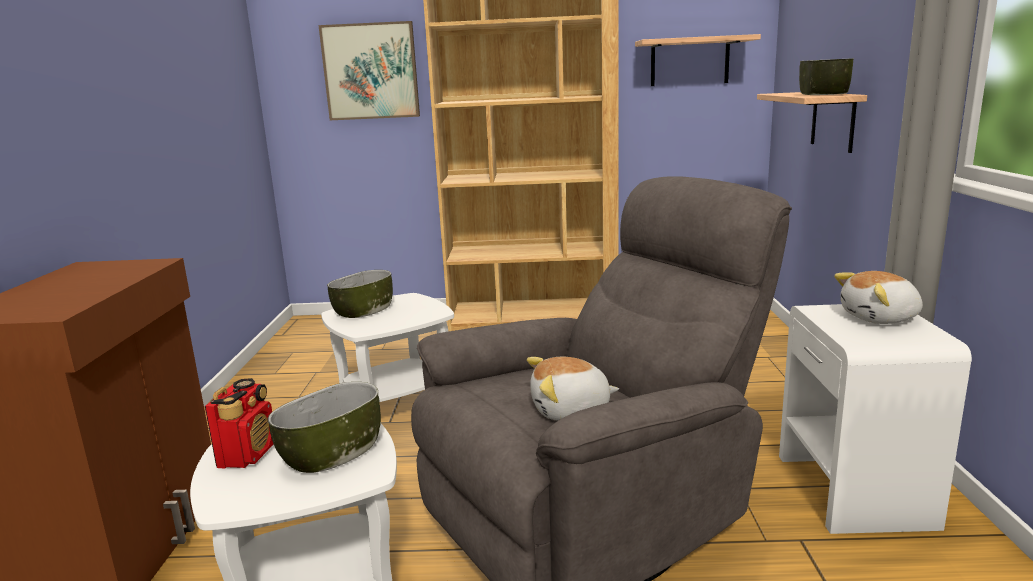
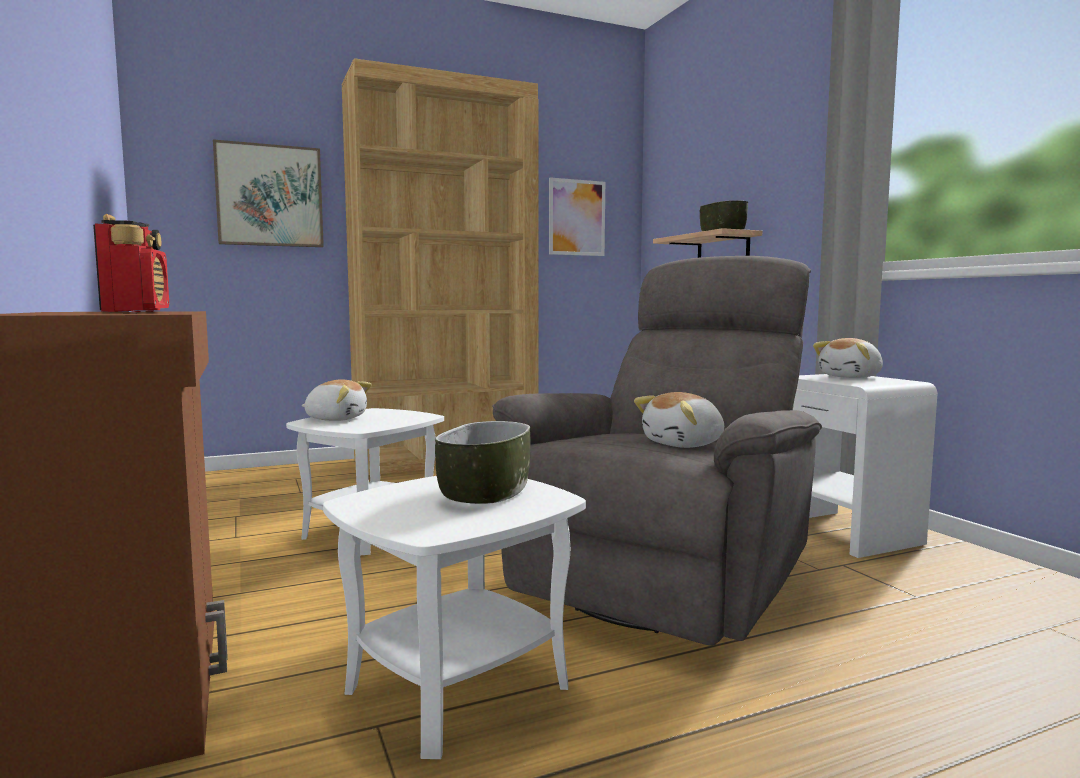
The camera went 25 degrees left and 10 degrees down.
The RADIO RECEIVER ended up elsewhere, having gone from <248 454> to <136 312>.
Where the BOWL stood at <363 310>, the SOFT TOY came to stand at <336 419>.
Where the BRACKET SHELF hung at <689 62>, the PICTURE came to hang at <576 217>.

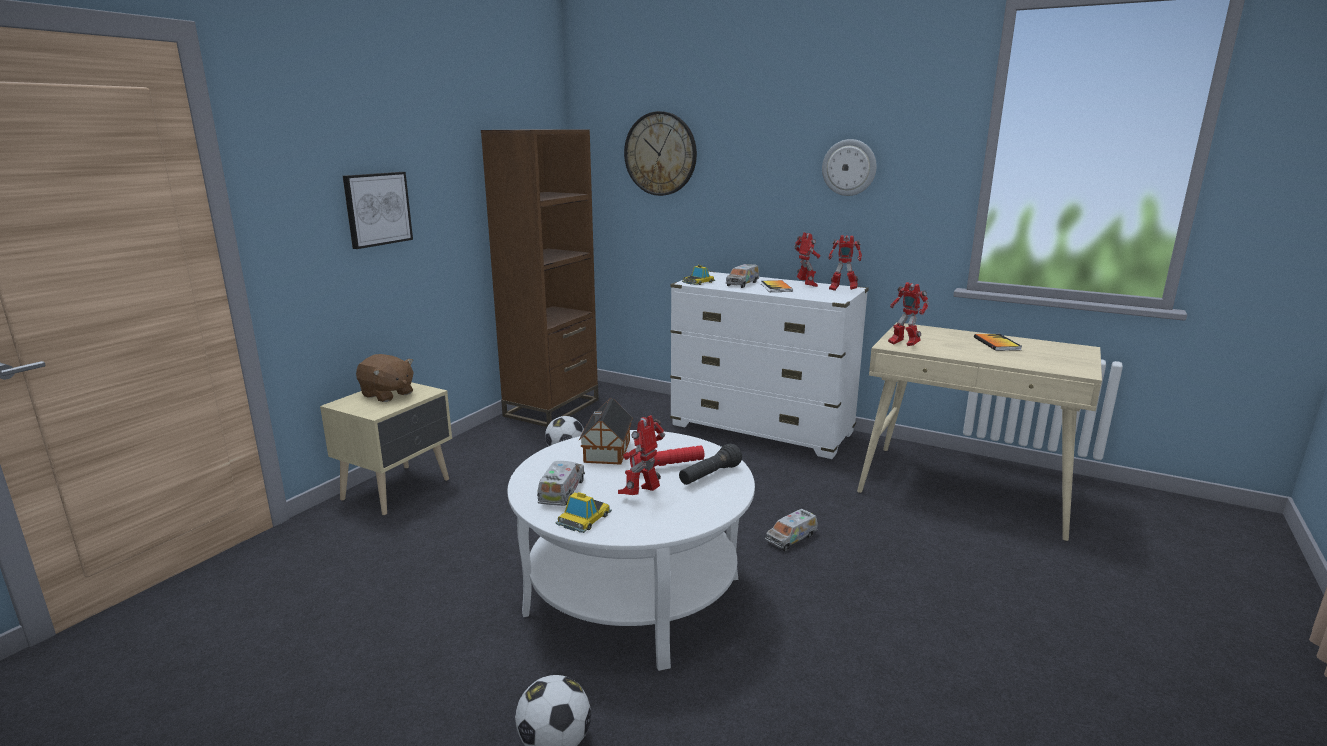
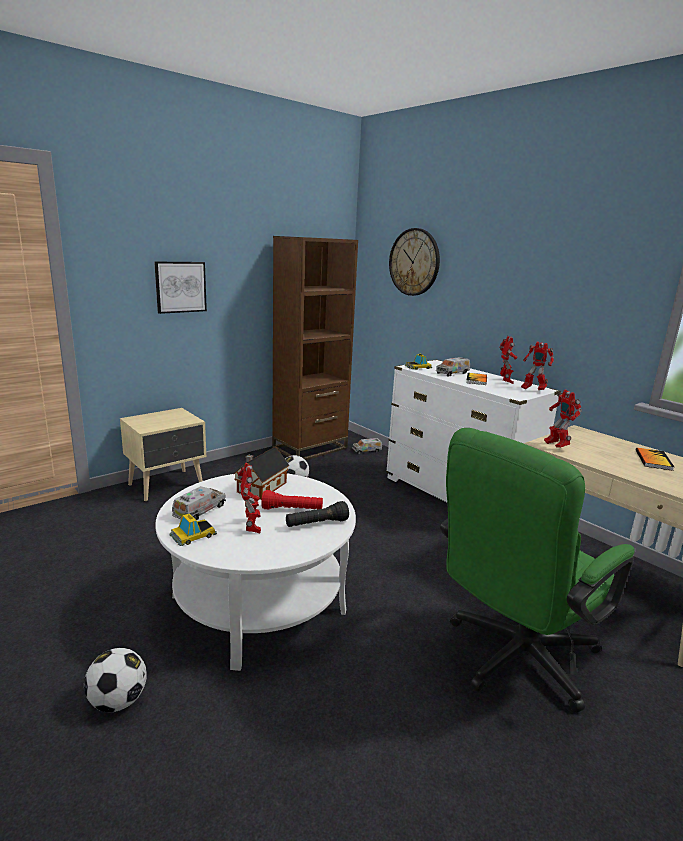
The camera went 20 degrees right and 0 degrees up.
The second view lost the BROWN SOFT TOY at <387 394>.
The second view lost the WALL CLOCK at <849 167>.
The second view gained the GREEN DESK CHAIR at <512 659>.
The MODEL TRUCK ended up elsewhere, having gone from <791 538> to <367 450>.
The TOY ROBOT at <642 495> ended up facing another way, 105 degrees clockwise from before.

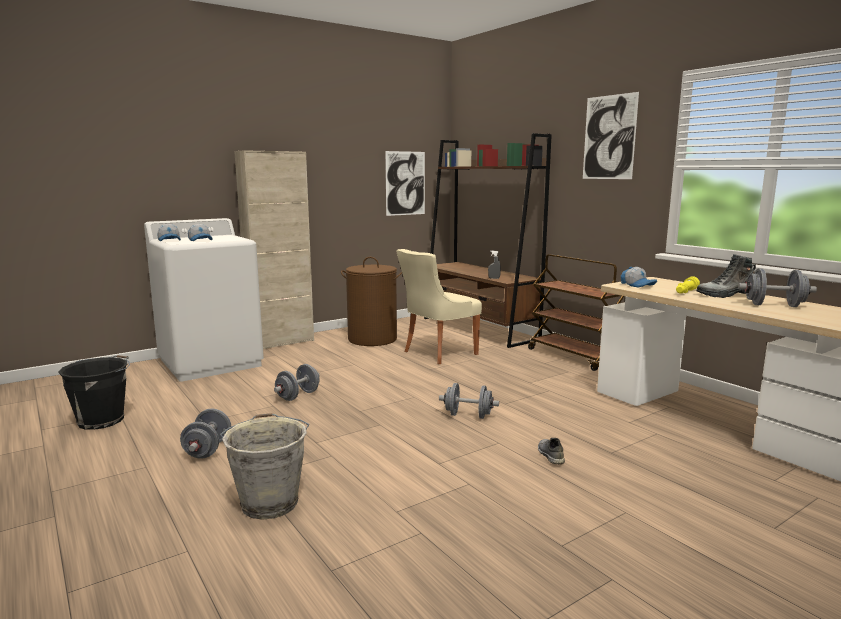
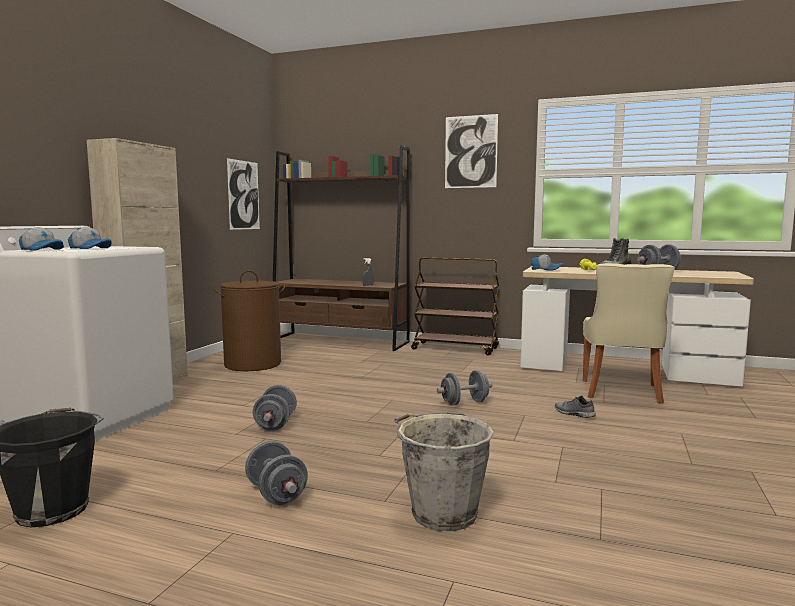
The camera went 35 degrees left and 5 degrees down.
The SAND-COLOURED CHAIR ended up elsewhere, having gone from <437 353> to <621 392>.

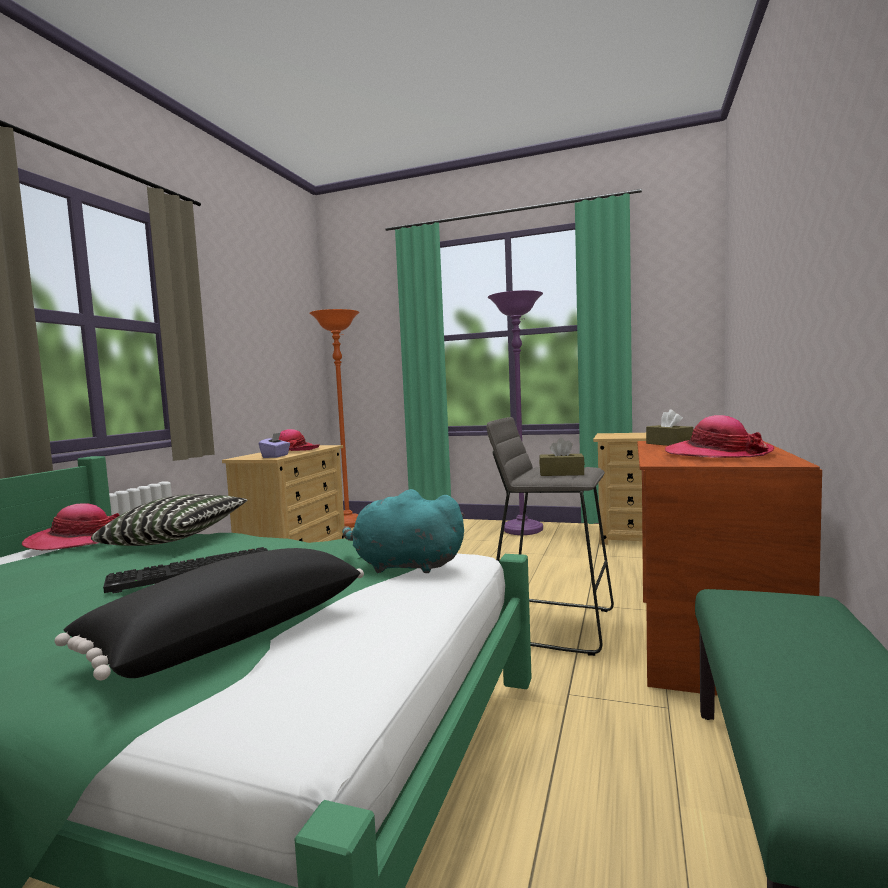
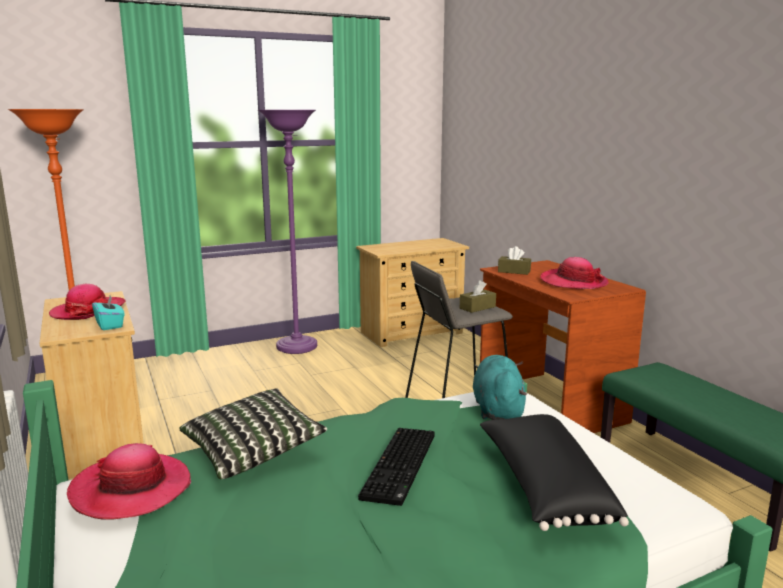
The camera went 45 degrees left and 10 degrees up.
What was the PURPLE BOX OF TISSUES at <276 456> turned into the BLUE-GREEN BOX OF TISSUES at <110 325>.
The BLUE-GREEN SOFT TOY at <403 566> ended up facing another way, 120 degrees clockwise from before.

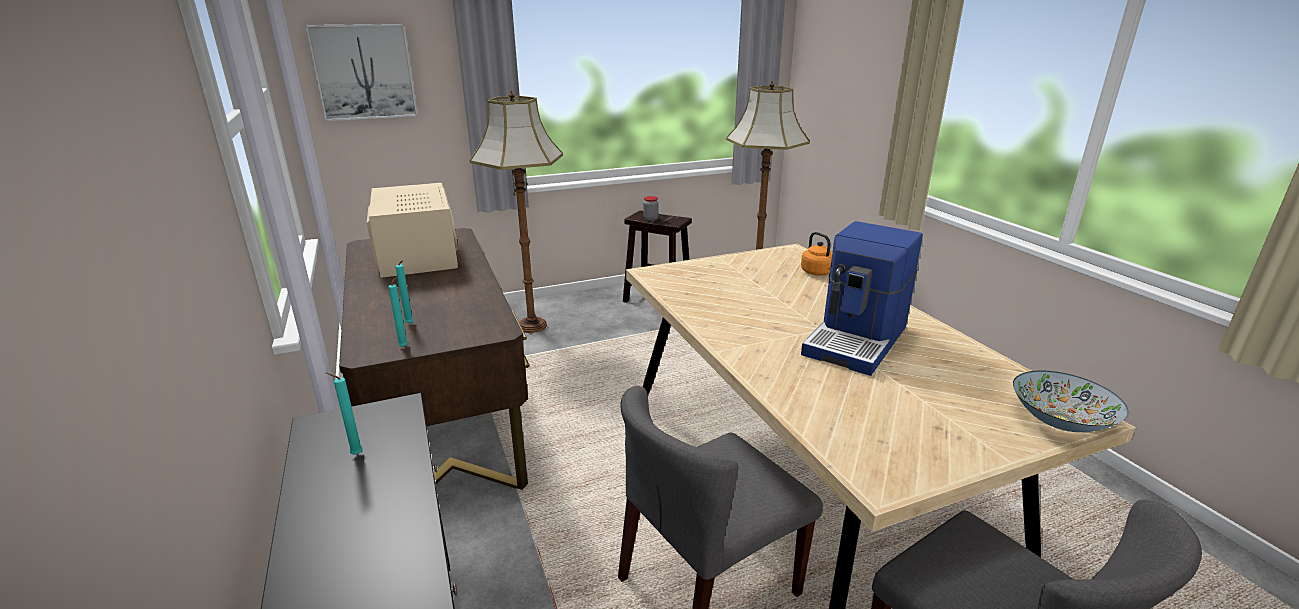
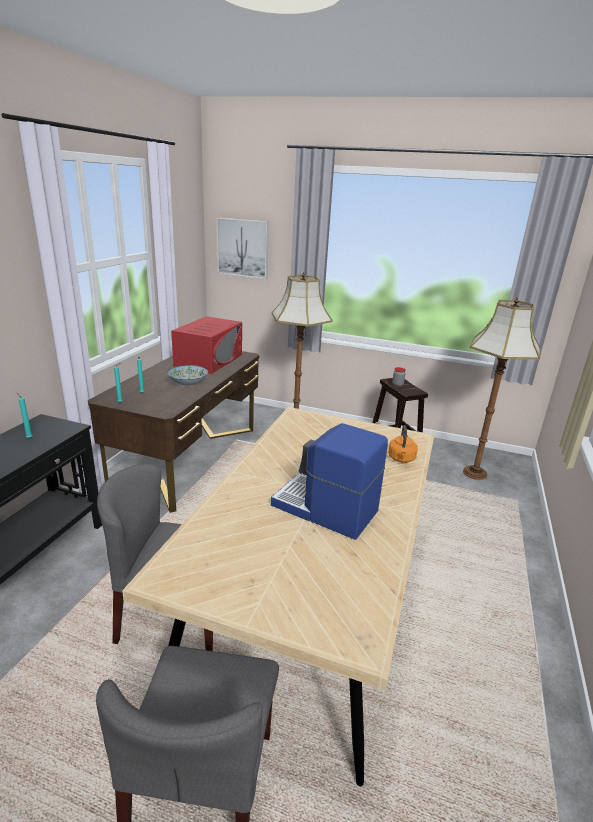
The camera went 40 degrees right and 0 degrees up.
The BOWL ended up elsewhere, having gone from <1060 421> to <188 383>.
What was the SAND-COLOURED KITCHEN MICROWAVE at <417 254> turned into the RED-COLOURED KITCHEN MICROWAVE at <209 360>.
The COFFEE MAKER at <857 340> ended up facing another way, 45 degrees clockwise from before.

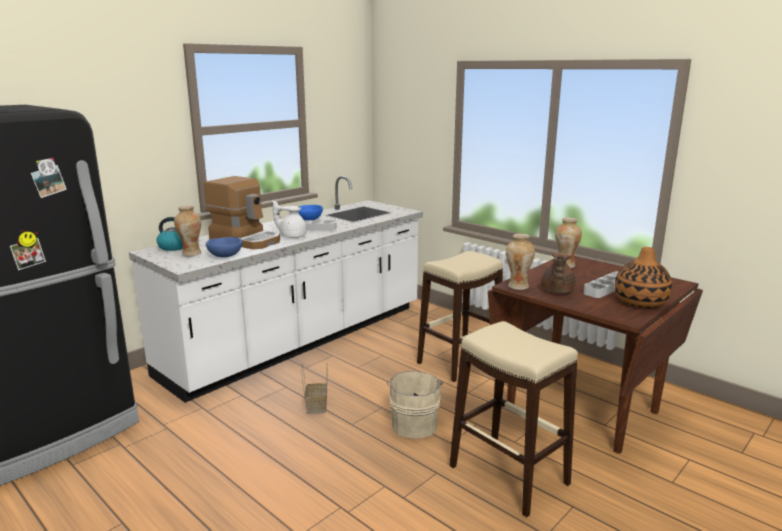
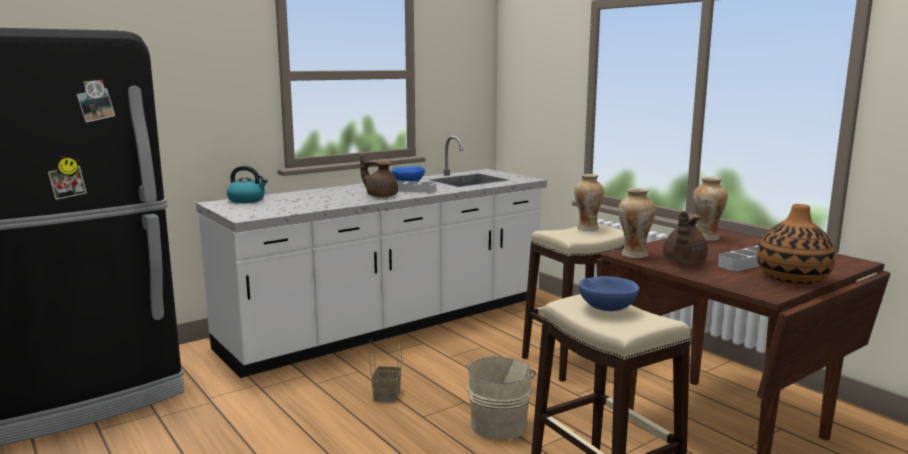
The camera went 10 degrees right and 5 degrees down.
The second view lost the COFFEE MAKER at <246 240>.
The FLOWER VASE ended up elsewhere, having gone from <191 254> to <587 228>.
The BLUE BOWL ended up elsewhere, having gone from <225 256> to <608 308>.
What was the WHITE-COLOURED TEAPOT at <292 236> turned into the BROWN TEAPOT at <381 196>.

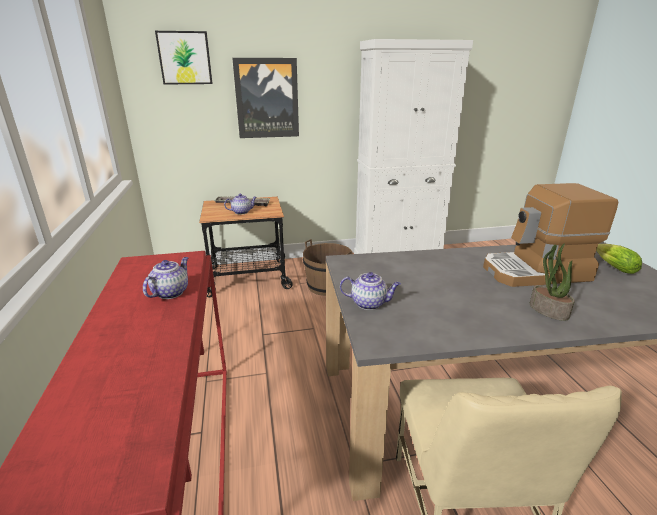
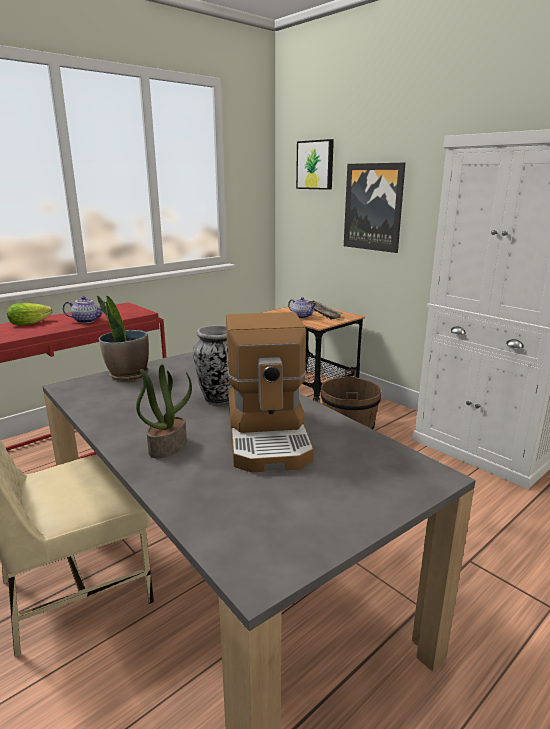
The camera went 60 degrees right and 5 degrees down.
The second view gained the FLOWER VASE at <219 399>.
The LETTUCE ended up elsewhere, having gone from <612 266> to <32 322>.
Where the TEAPOT stood at <369 303>, the POTTED PLANT came to stand at <128 375>.
The COFFEE MAKER at <536 272> ended up facing another way, 150 degrees counterclockwise from before.

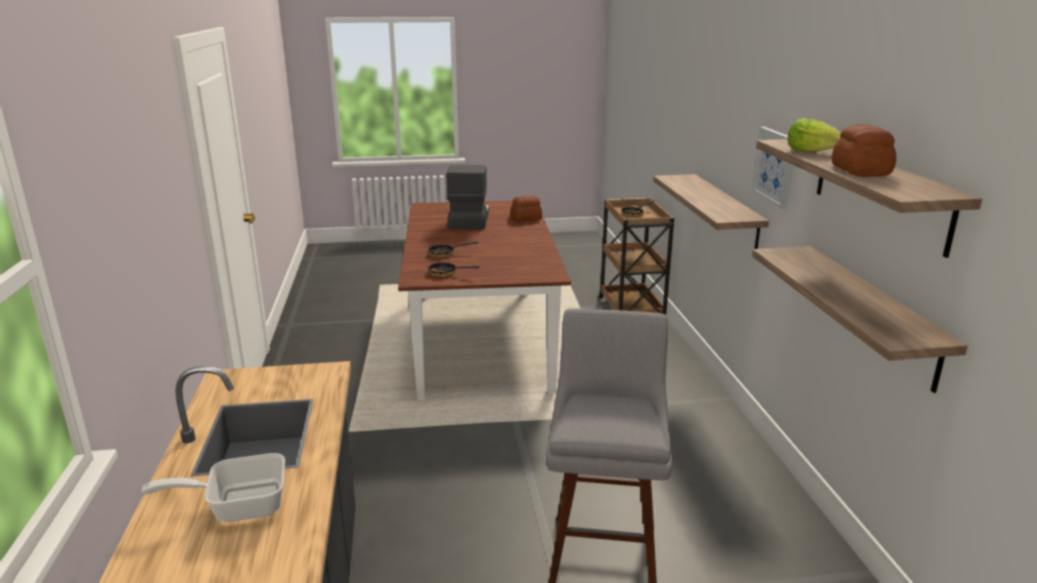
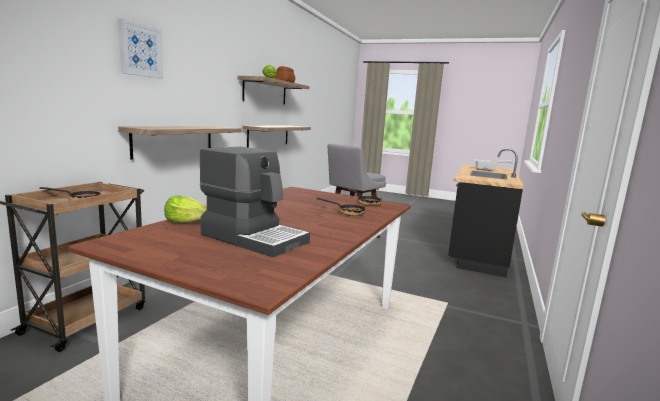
The camera went 150 degrees left and 10 degrees down.
The PICTURE ended up elsewhere, having gone from <775 167> to <140 50>.
Where the BREAD stood at <526 219>, the LETTUCE came to stand at <187 222>.
The COFFEE MAKER at <468 220> ended up facing another way, 90 degrees counterclockwise from before.

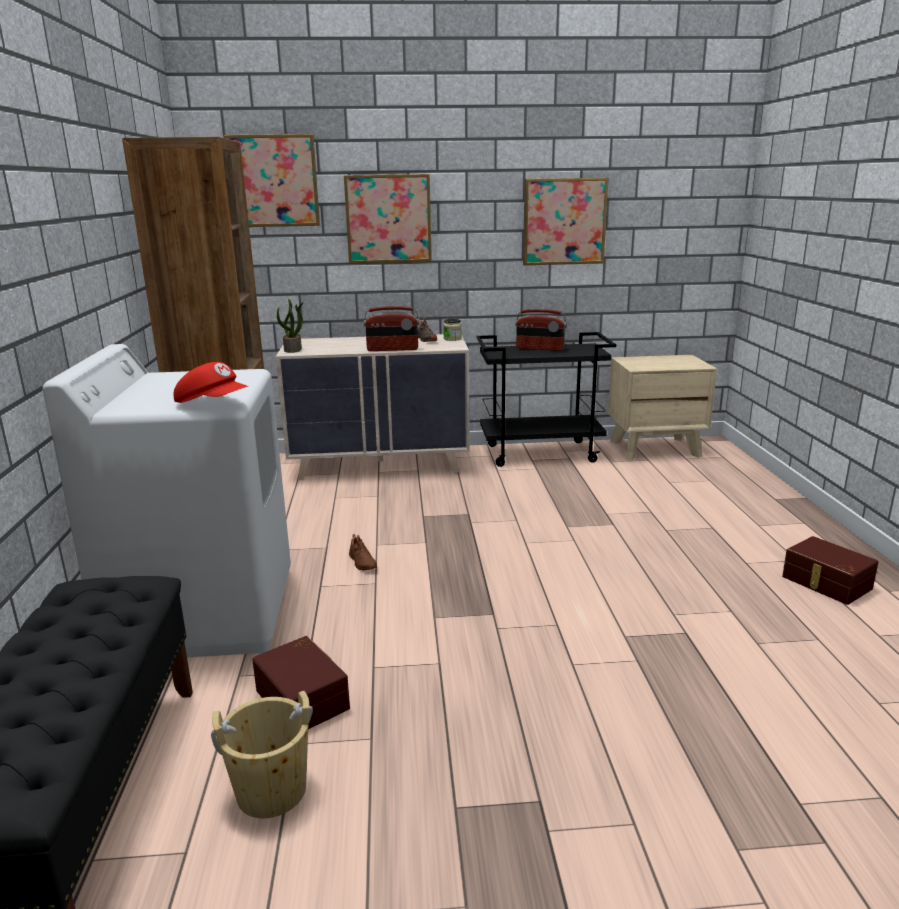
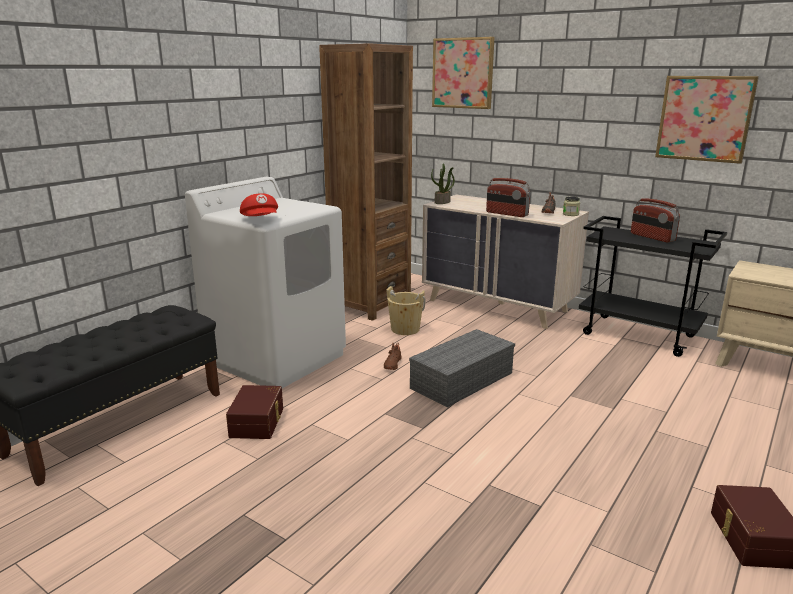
The camera went 40 degrees right and 0 degrees up.
The second view lost the PICTURE at <388 219>.
The second view gained the GREYISH STORAGE CONTAINER at <462 379>.
The SAND-COLOURED BUCKET ended up elsewhere, having gone from <271 791> to <405 329>.

